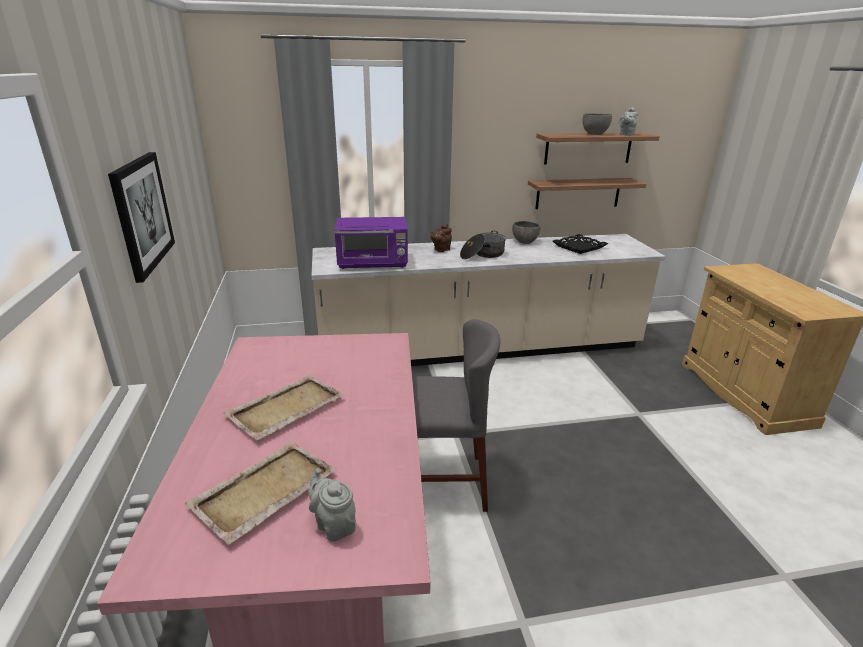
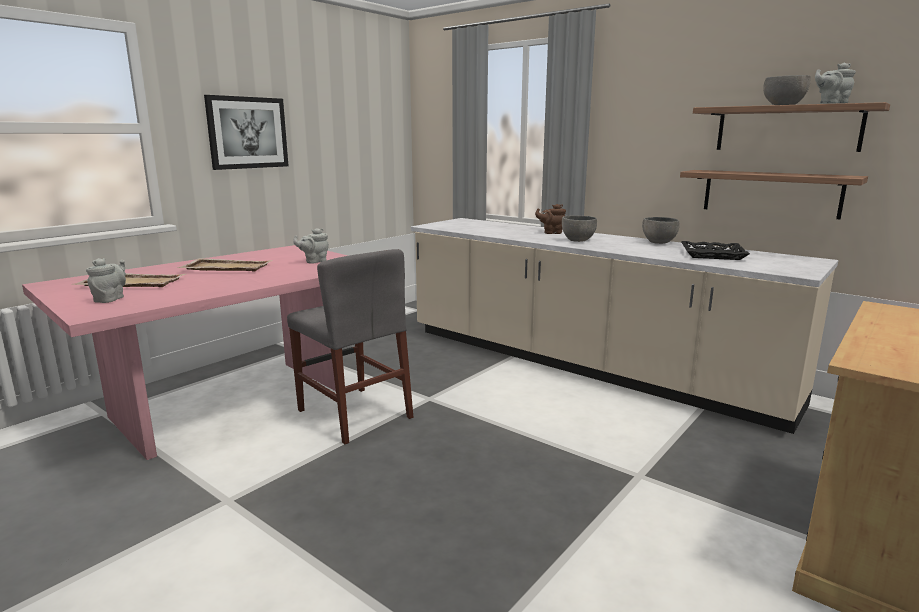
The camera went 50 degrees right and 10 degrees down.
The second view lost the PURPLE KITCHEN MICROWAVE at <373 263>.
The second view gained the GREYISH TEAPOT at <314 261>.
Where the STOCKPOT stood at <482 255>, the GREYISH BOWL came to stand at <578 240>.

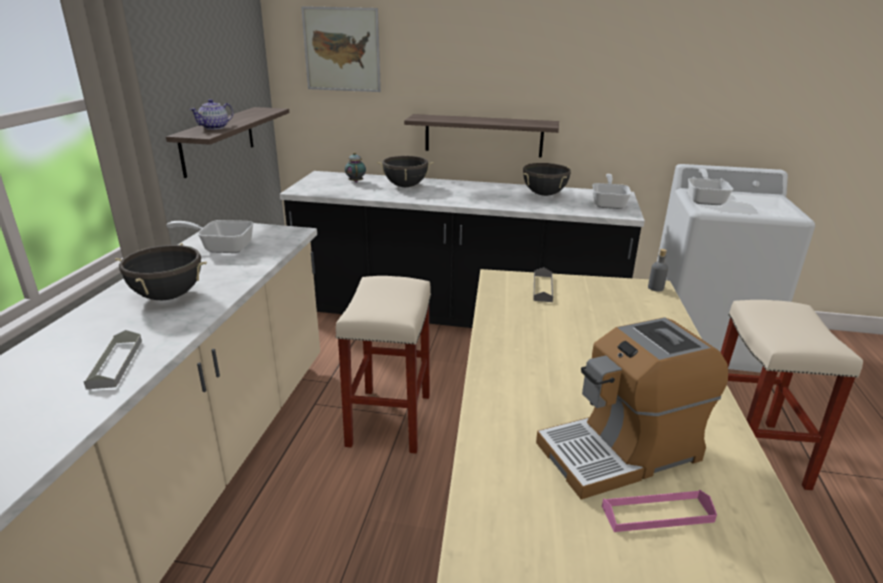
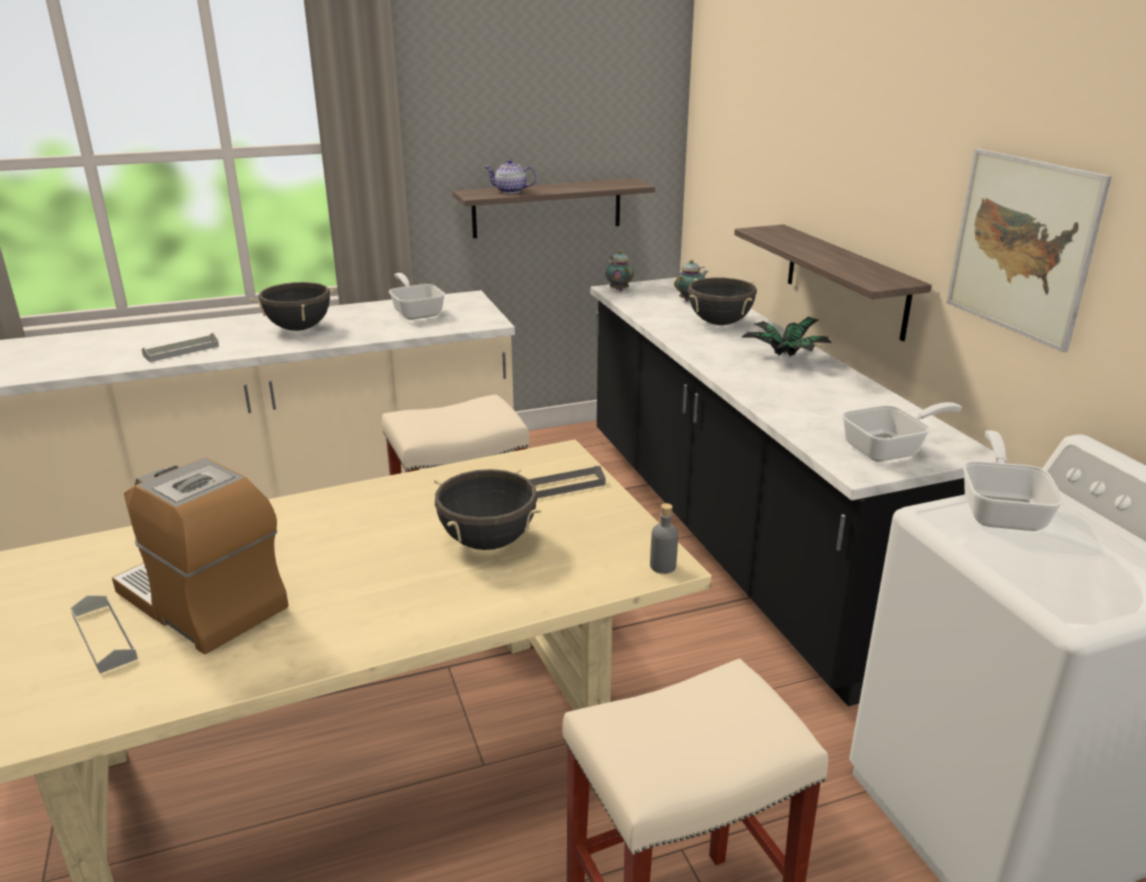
The camera went 60 degrees right and 0 degrees up.
The second view gained the TEAPOT at <618 289>.
The second view gained the POTTED PLANT at <784 358>.
The PICTURE ended up elsewhere, having gone from <342 49> to <1021 246>.
The BLACK STOCKPOT ended up elsewhere, having gone from <544 194> to <487 541>.
What was the PINK SERVING TRAY at <657 514> turned into the GREYISH SERVING TRAY at <104 637>.
The FRYING PAN at <705 199> ended up facing another way, 60 degrees counterclockwise from before.

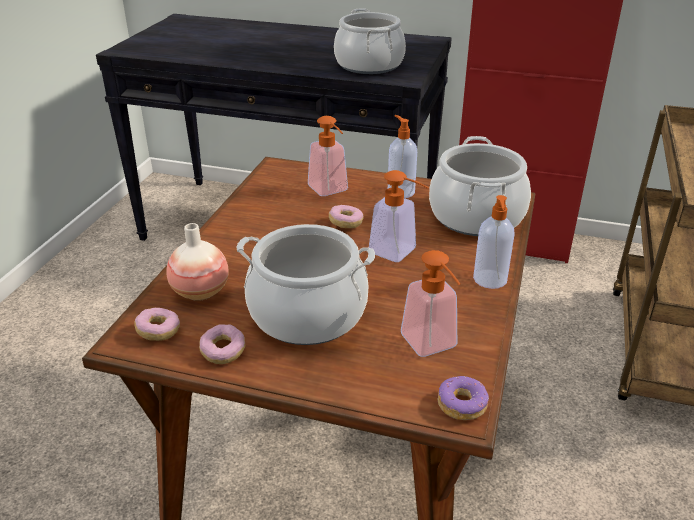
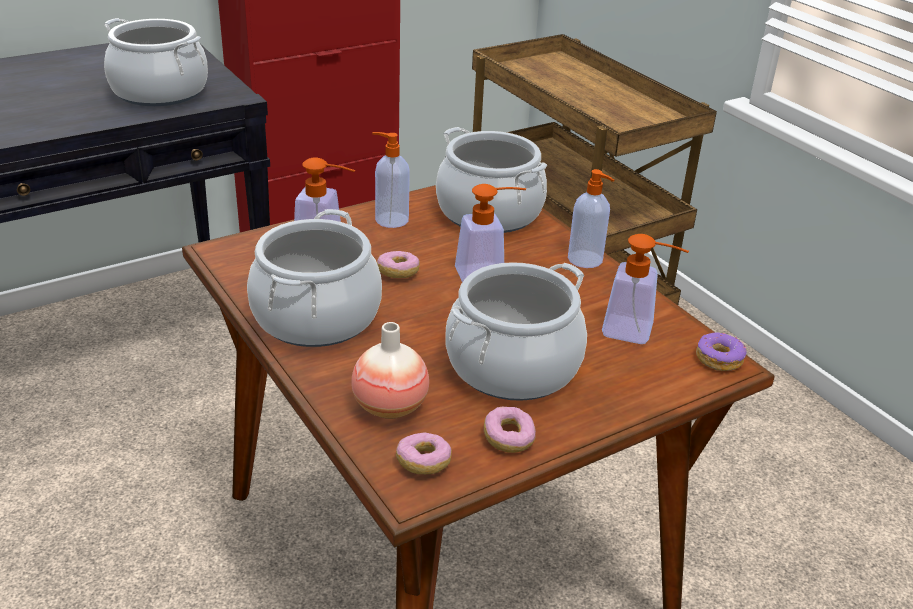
The camera went 50 degrees left and 0 degrees up.
The second view gained the STOCKPOT at <315 317>.

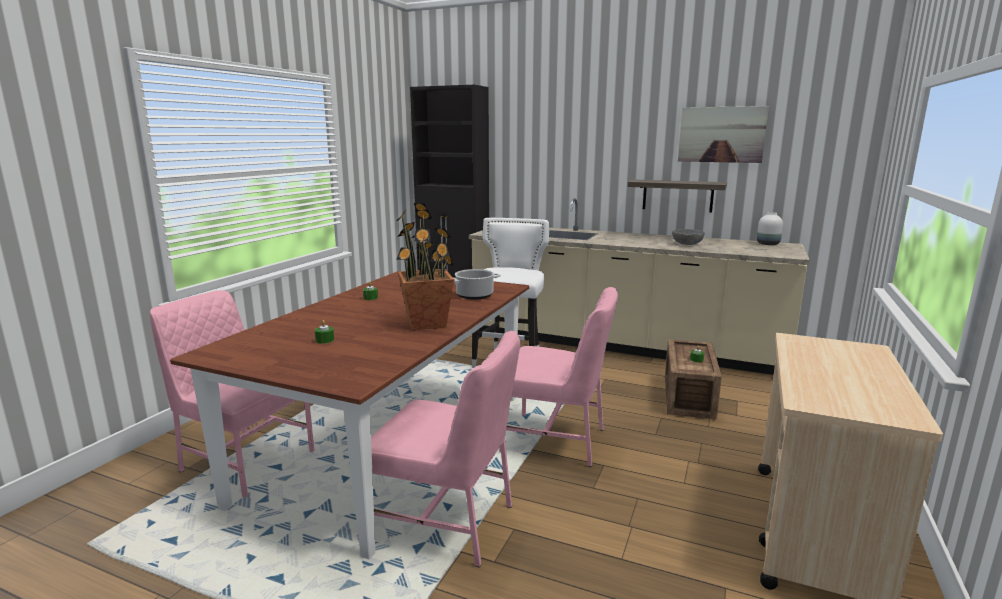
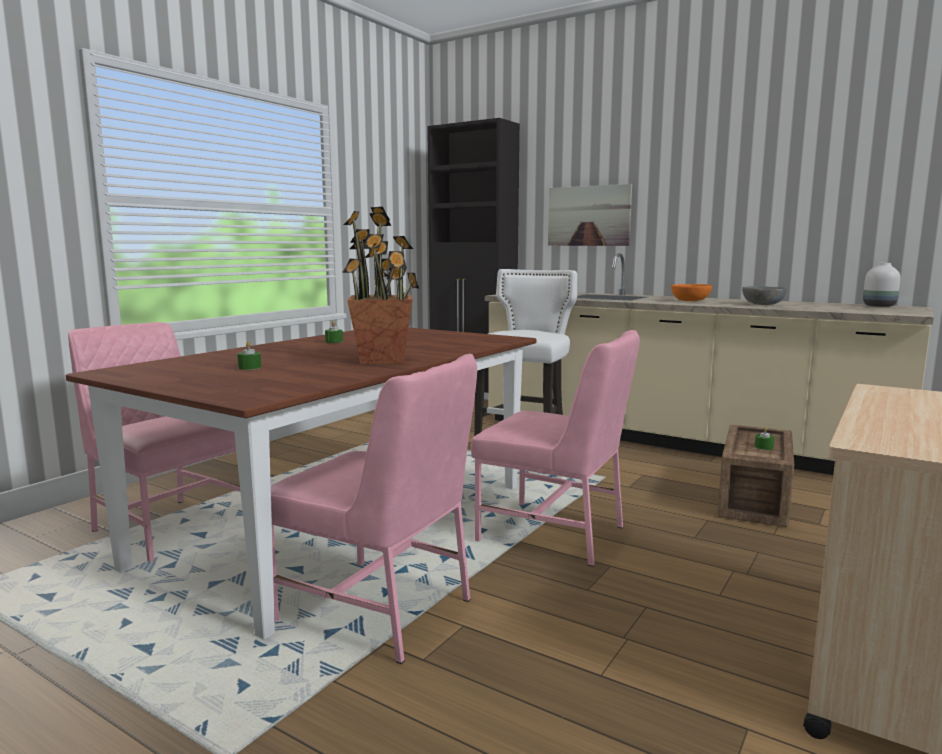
The camera went 10 degrees right and 5 degrees down.
The second view lost the STOCKPOT at <475 295>.
The second view lost the BRACKET SHELF at <677 195>.
The second view gained the ORANGE-COLOURED BOWL at <690 301>.
The PICTURE ended up elsewhere, having gone from <721 134> to <588 216>.

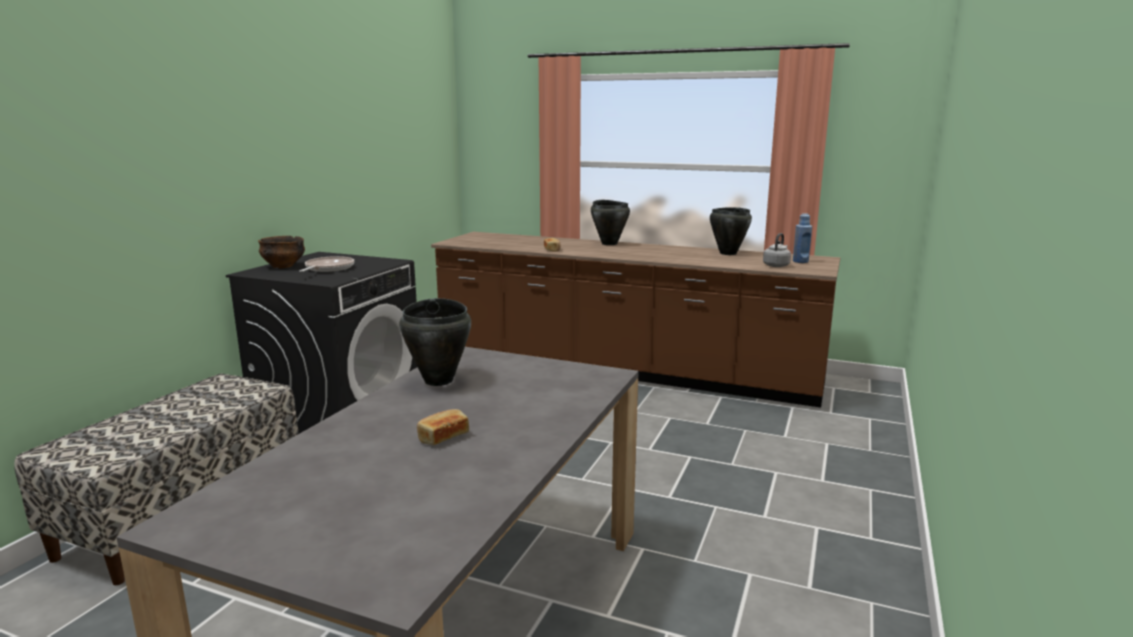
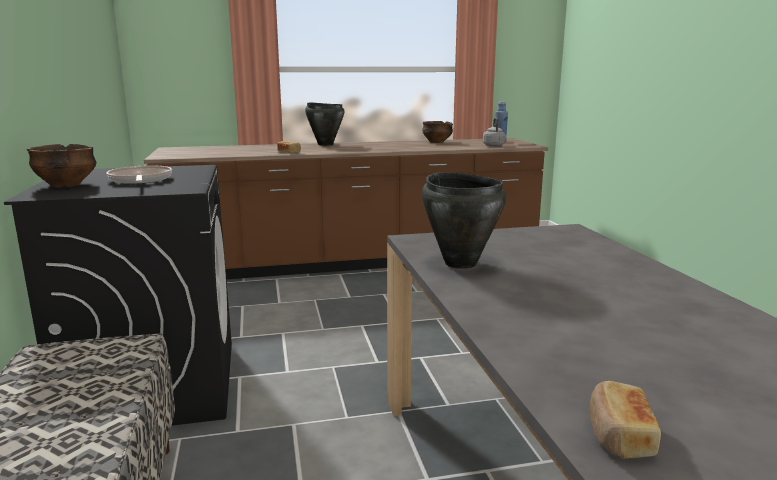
The camera went 35 degrees left and 0 degrees up.
The BREAD ended up elsewhere, having gone from <442 437> to <618 435>.
Where the BLACK STOCKPOT stood at <727 253>, the BOWL came to stand at <437 142>.

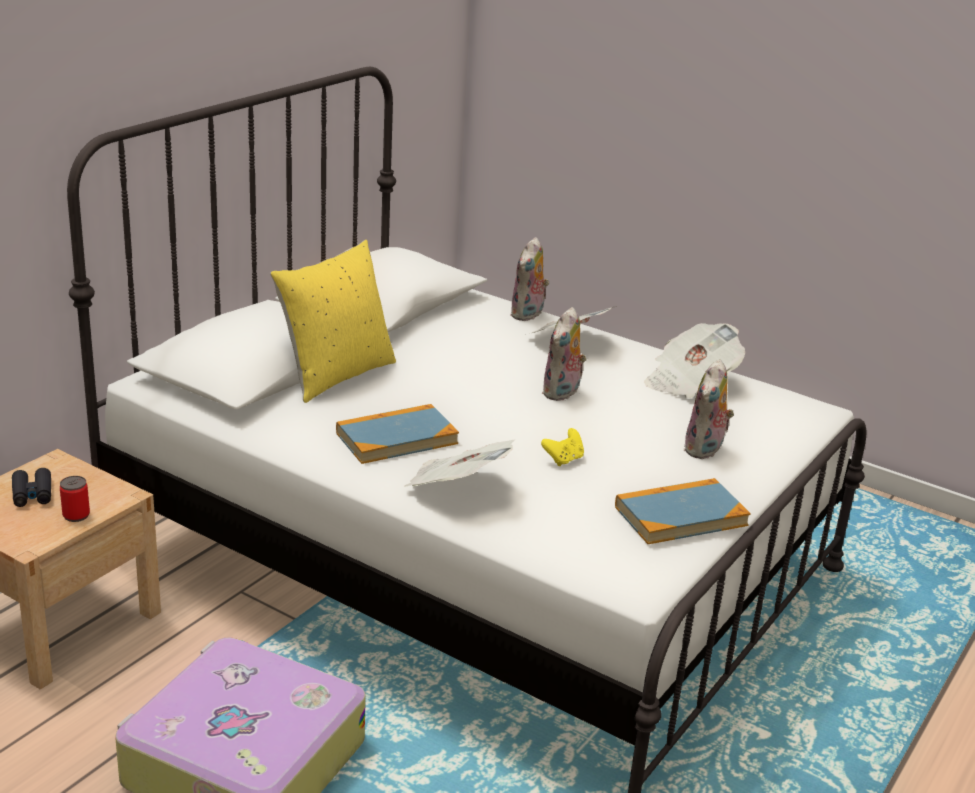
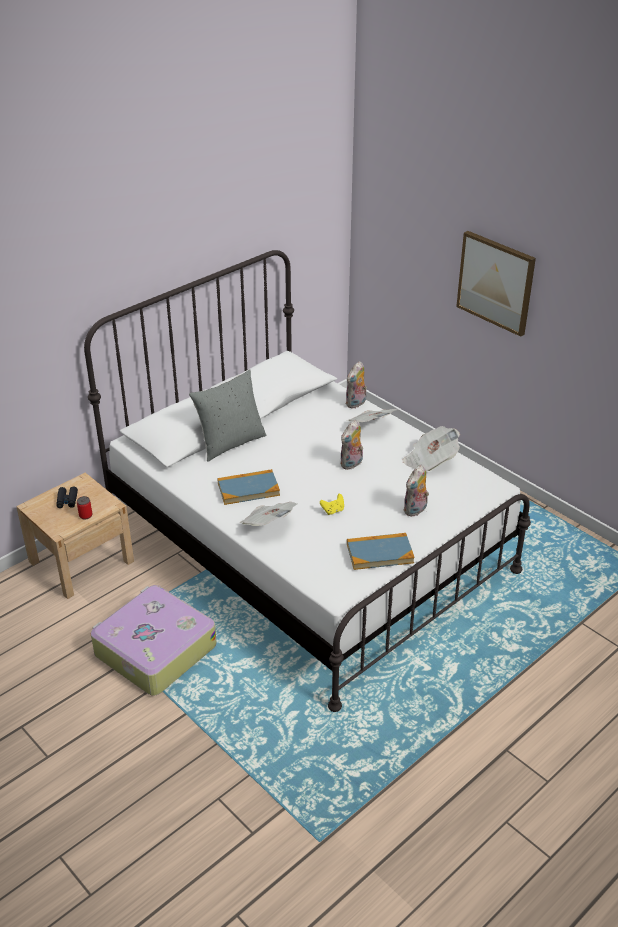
The camera went 15 degrees right and 10 degrees up.
The second view gained the PICTURE at <496 282>.
What was the YELLOW-COLOURED PILLOW at <336 375> turned into the GREYISH PILLOW at <230 443>.

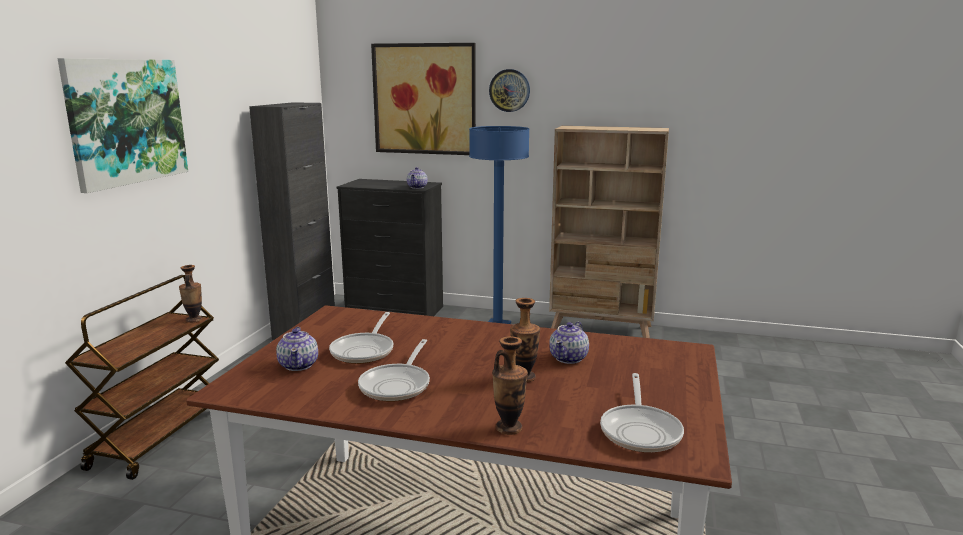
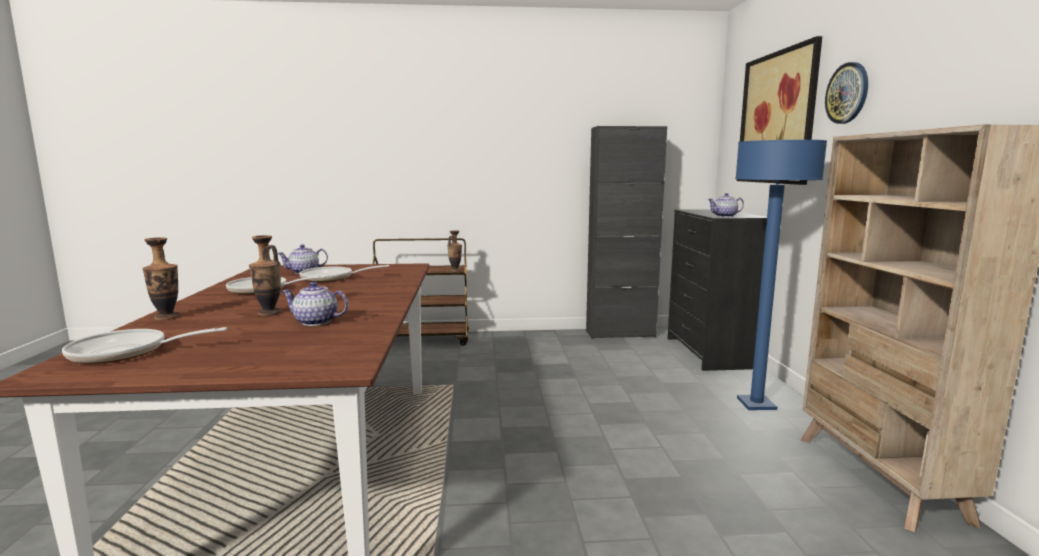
The camera went 70 degrees right and 5 degrees down.
The second view lost the PICTURE at <126 121>.

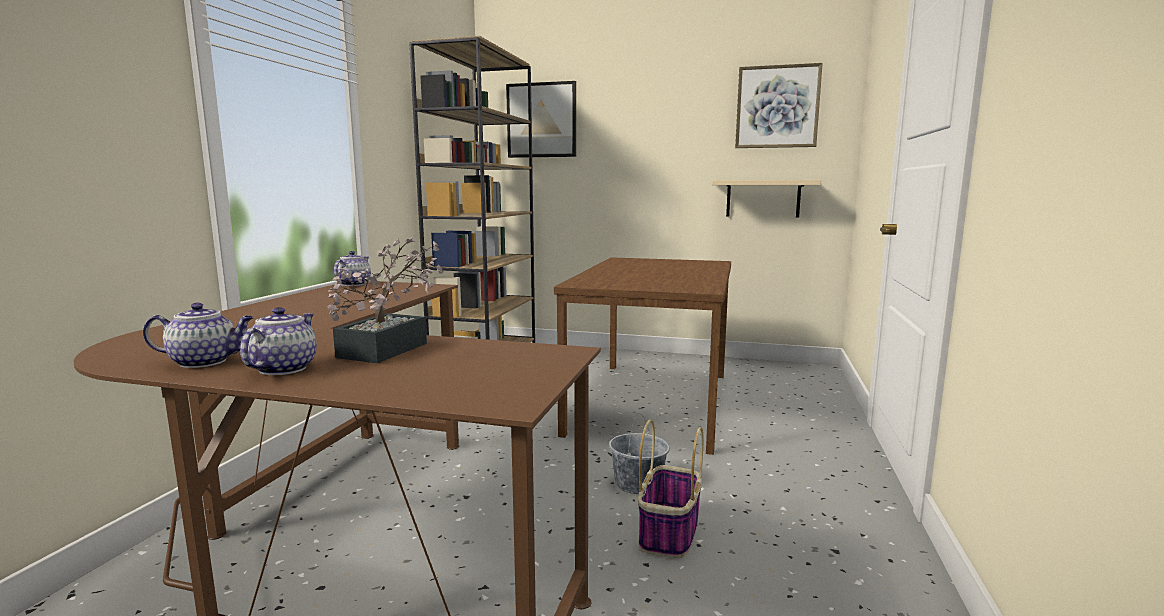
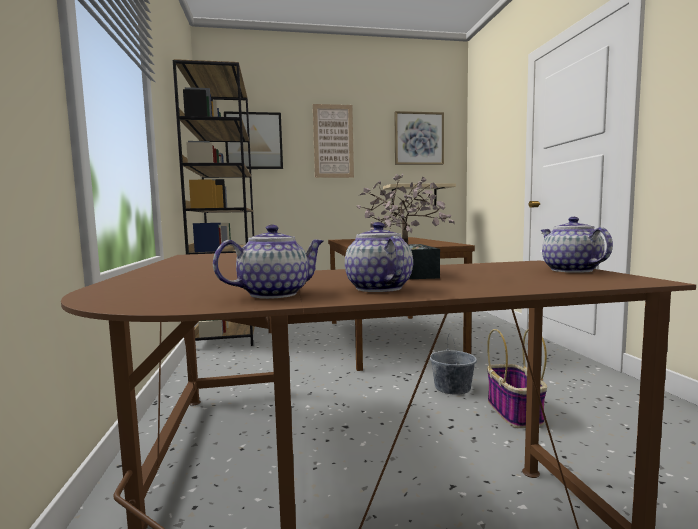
The camera went 25 degrees left and 5 degrees down.
The second view gained the PICTURE at <333 141>.
The TEAPOT ended up elsewhere, having gone from <353 284> to <569 270>.

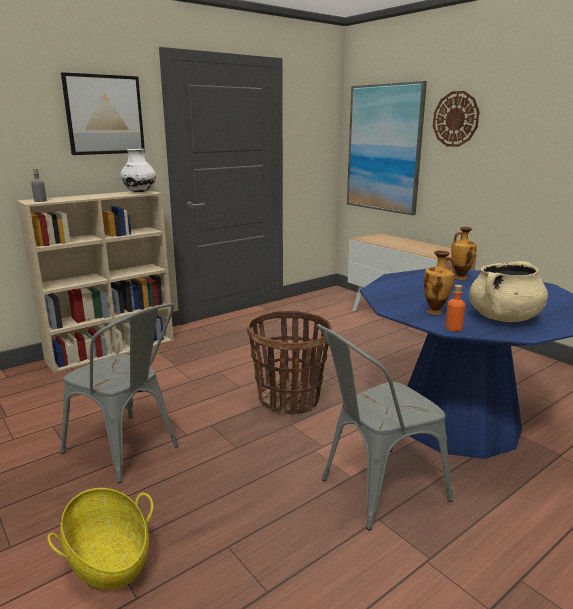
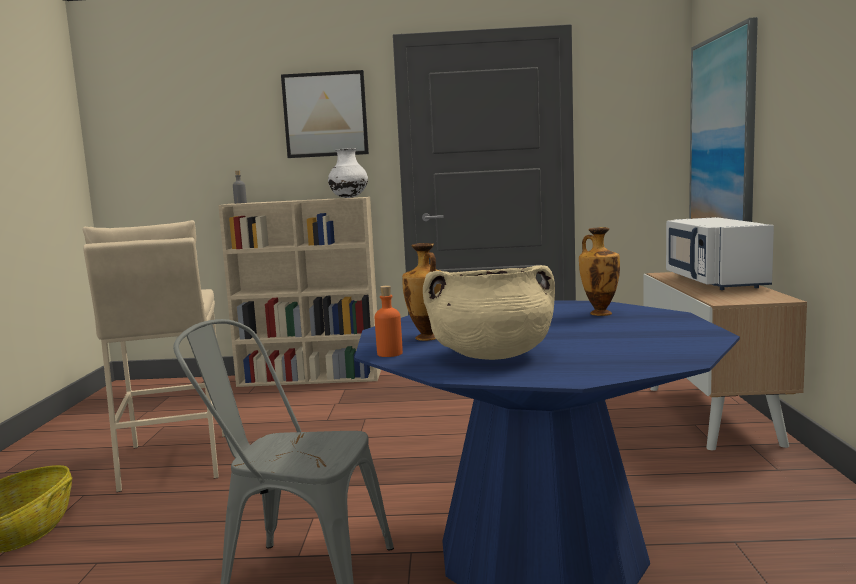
The camera went 40 degrees right and 10 degrees down.
The second view lost the STORAGE BASKET at <289 399>.
The second view lost the WALL CLOCK at <455 119>.
The second view gained the WHITE-COLOURED KITCHEN MICROWAVE at <713 282>.
Where the GREYISH CHAIR stood at <128 451>, the SAND-COLOURED STOOL came to stand at <174 461>.

